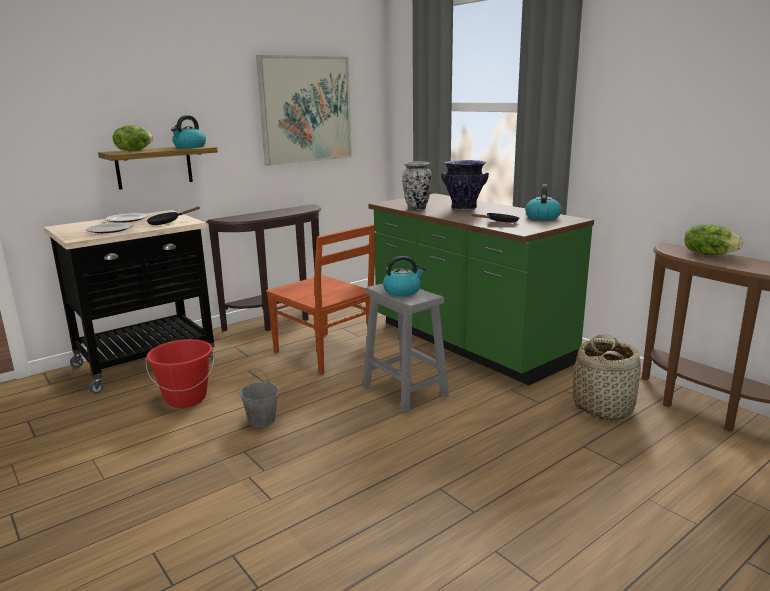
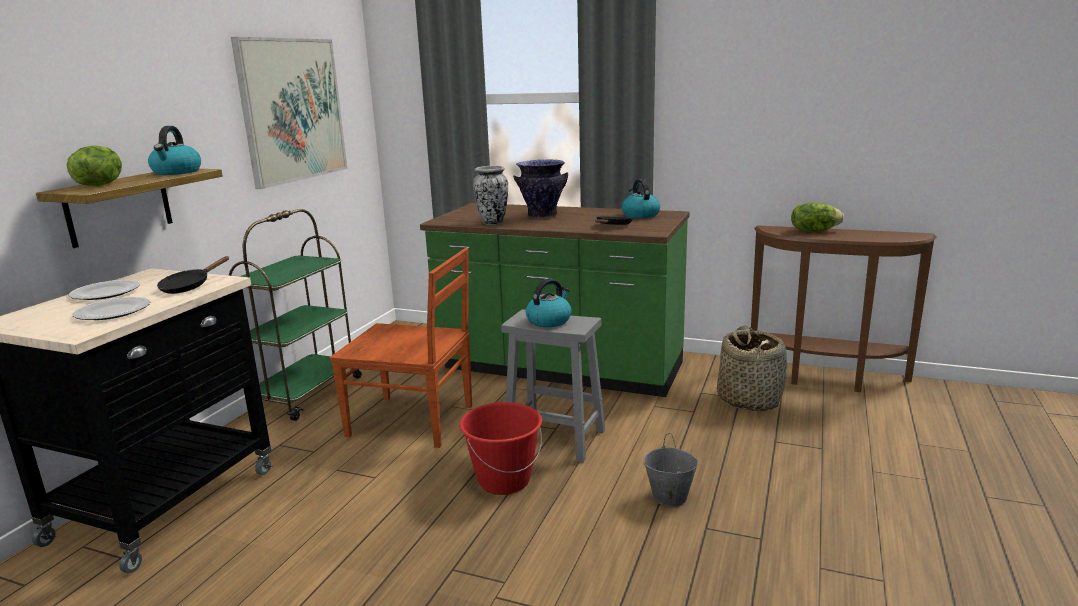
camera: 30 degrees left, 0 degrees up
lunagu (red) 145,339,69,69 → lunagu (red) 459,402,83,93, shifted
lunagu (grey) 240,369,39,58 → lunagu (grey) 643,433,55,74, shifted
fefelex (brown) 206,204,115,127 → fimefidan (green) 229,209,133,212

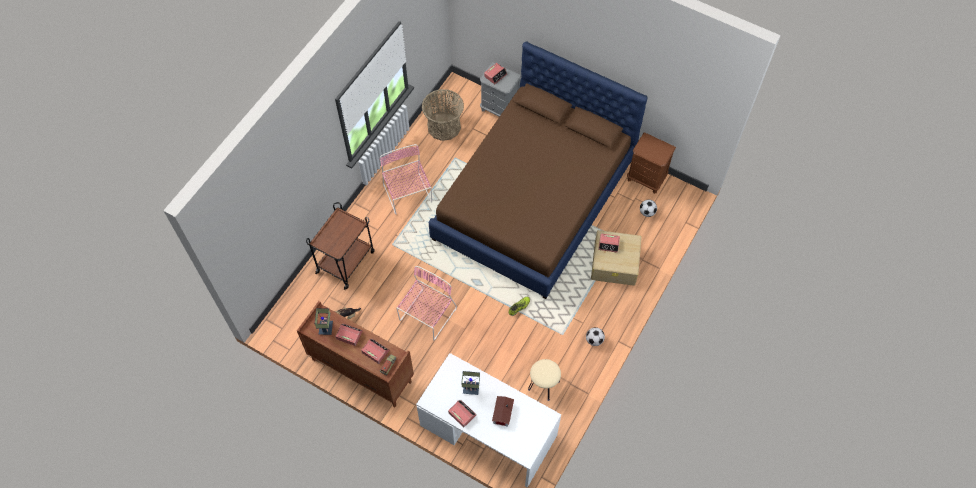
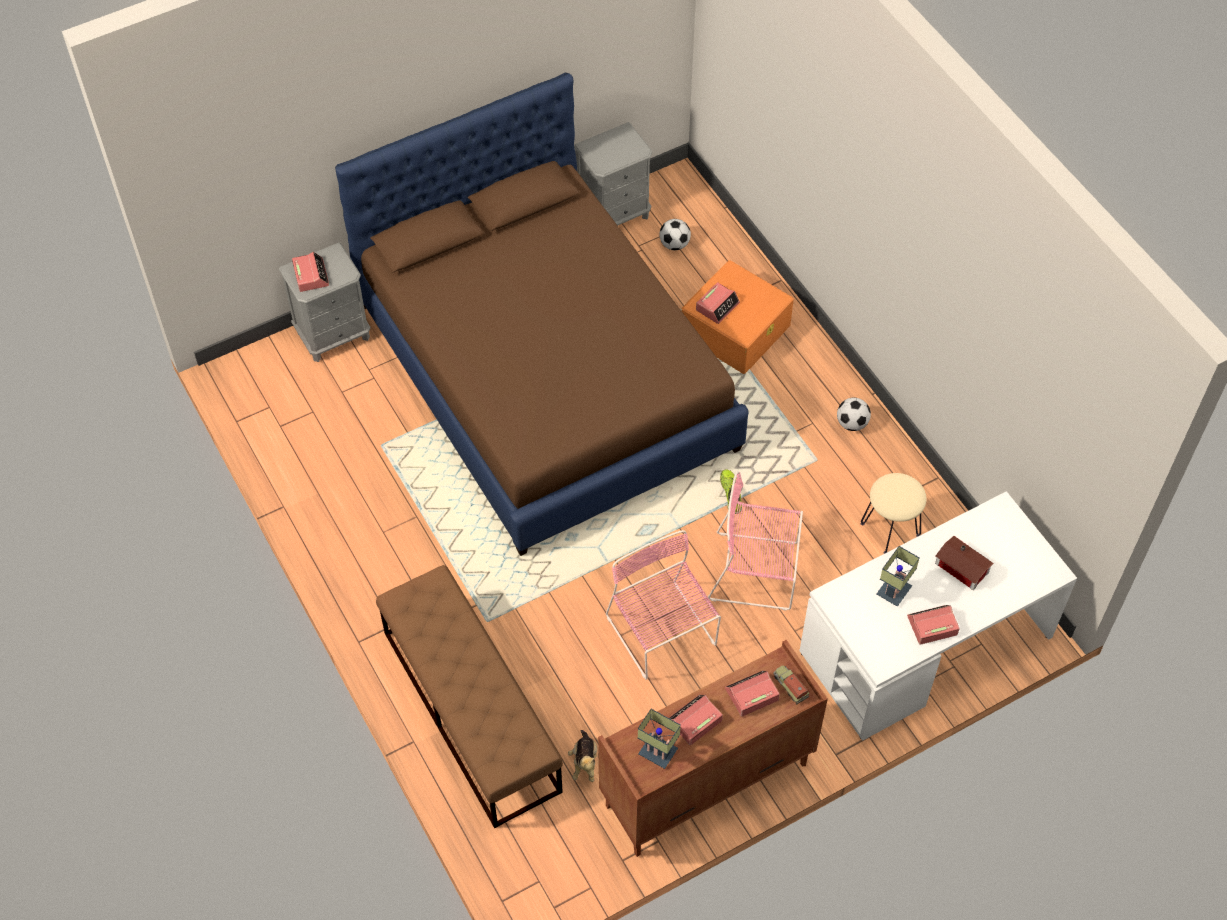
camera: 60 degrees left, 5 degrees down
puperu 422,89,42,52 → -
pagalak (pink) 380,144,52,70 → pagalak (pink) 708,471,95,140, shifted
fimefidan (brown) 306,202,69,88 → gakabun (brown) 376,565,187,263
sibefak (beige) 591,230,51,56 → sibefak (orange) 681,260,113,114
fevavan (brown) 627,133,49,61 → fevavan (grey) 574,122,78,104

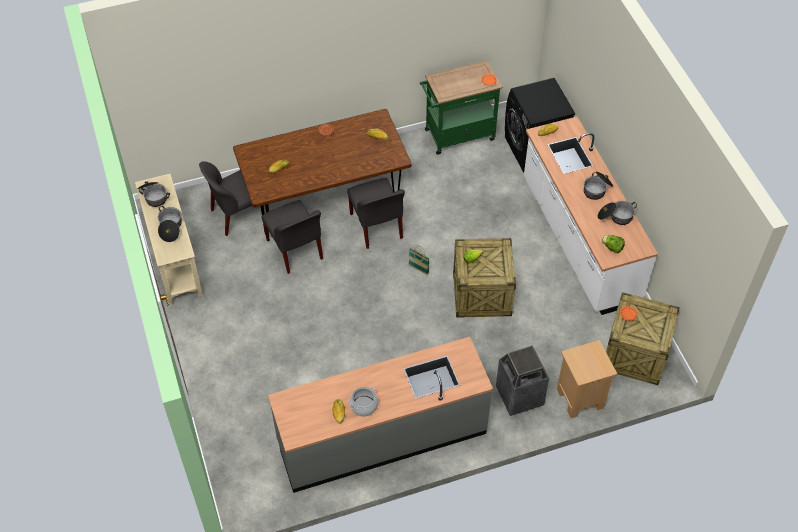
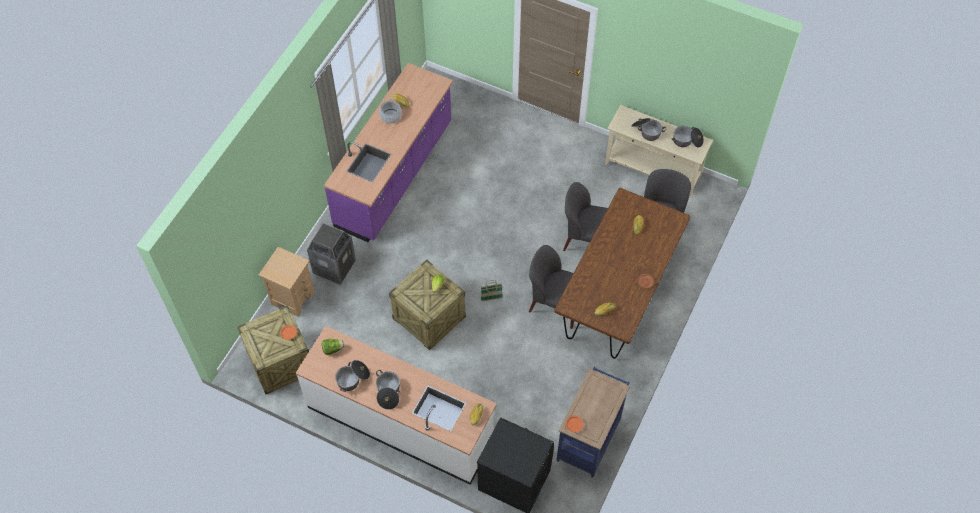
camera: 135 degrees right, 5 degrees up
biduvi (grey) 268,337,225,156 → biduvi (purple) 324,63,129,179
fimefidan (green) 420,60,82,95 → fimefidan (blue) 557,367,73,111

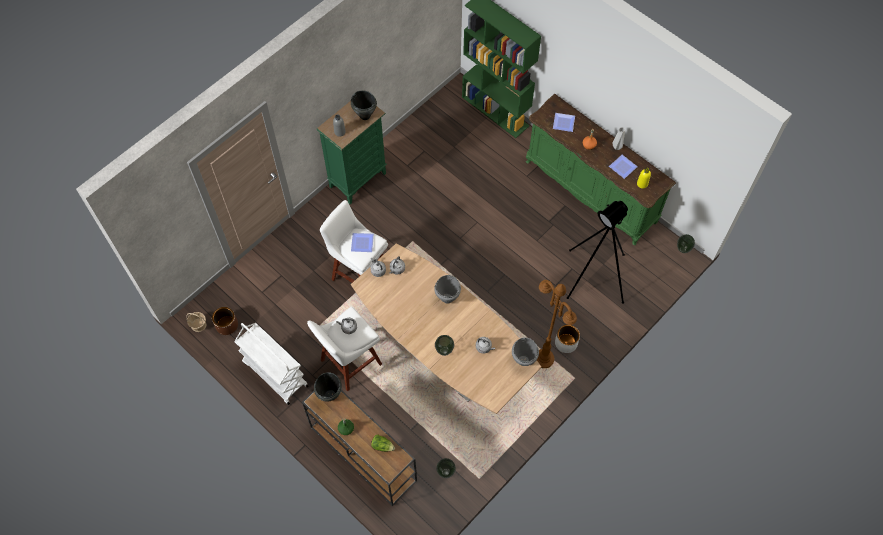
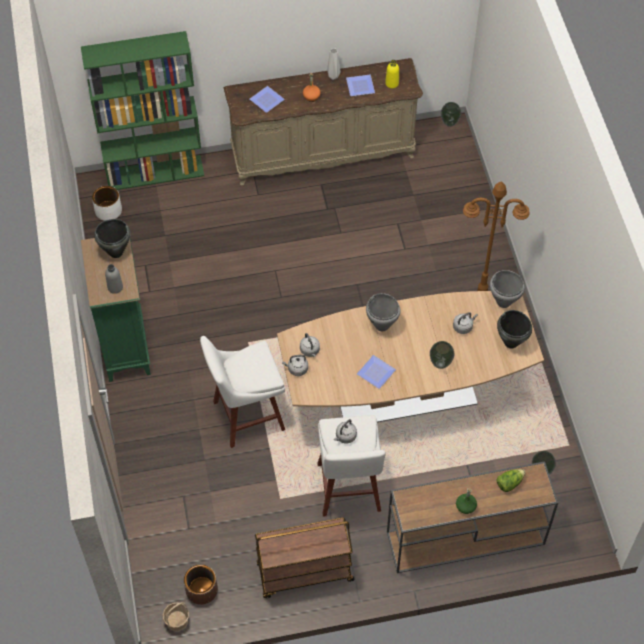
camera: 55 degrees left, 5 degrees down
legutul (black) 567,201,61,103 → -
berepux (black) 314,372,28,30 → berepux (black) 497,310,35,38, shifted
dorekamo 351,233,23,19 → dorekamo 357,355,39,34, shifted
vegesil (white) 555,325,25,28 → vegesil (white) 92,186,30,35, shifted
fimefidan (white) 234,323,75,82 → fimefidan (brown) 255,517,100,81
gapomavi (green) 526,94,150,151 → gapomavi (beige) 224,58,199,127

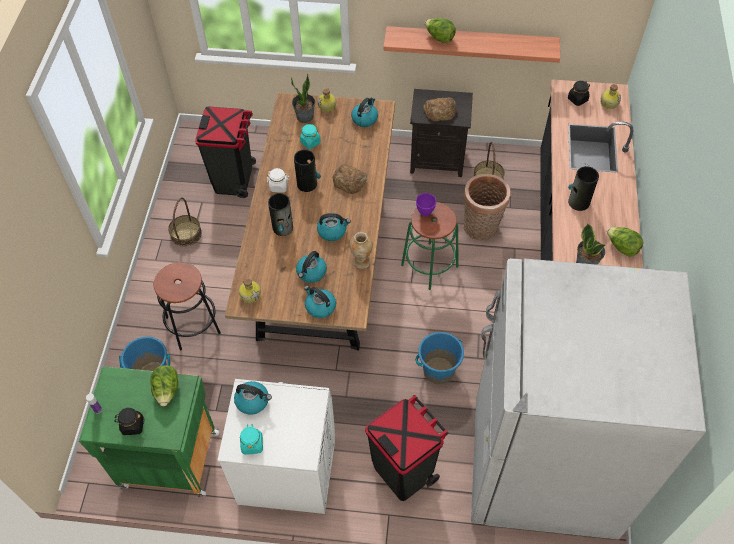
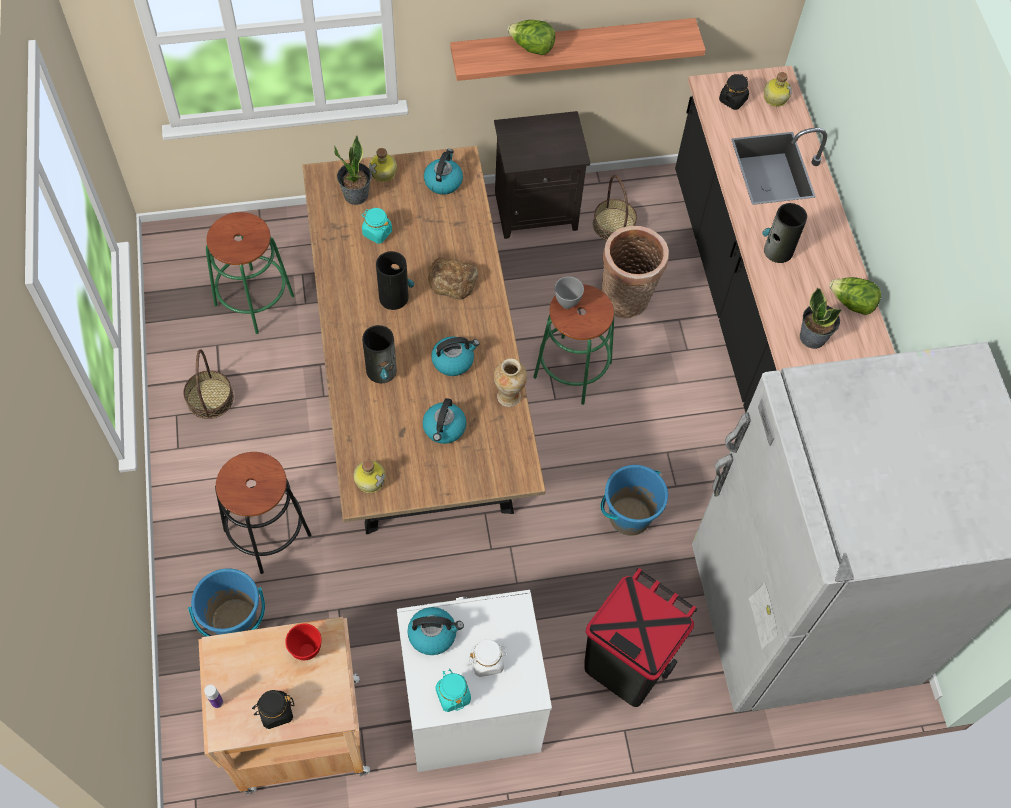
camera: 20 degrees left, 5 degrees up
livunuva 304,286,32,32 → -
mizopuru 423,97,33,24 → -
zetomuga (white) 267,168,22,24 → zetomuga (white) 468,639,40,38, shifted
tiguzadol 150,365,28,41 → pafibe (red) 285,623,36,37
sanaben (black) 195,106,61,92 → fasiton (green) 206,212,88,122
fimefidan (green) 79,366,141,131 → fimefidan (brown) 198,617,172,178
pafibe (purple) 416,193,21,23 → pafibe (grey) 555,276,29,33

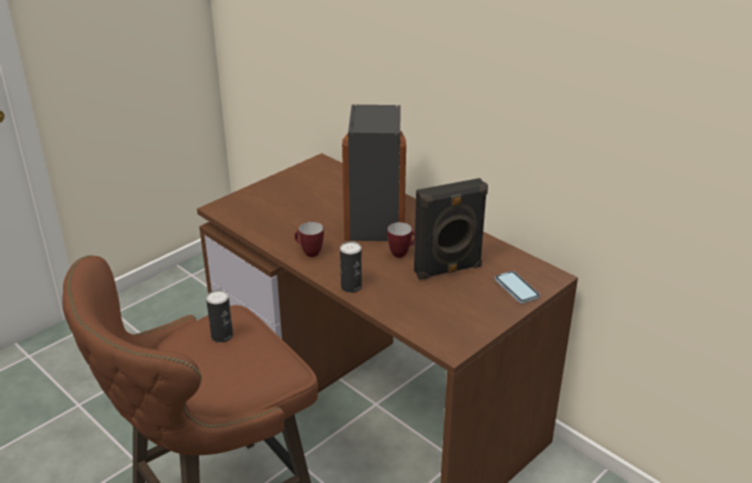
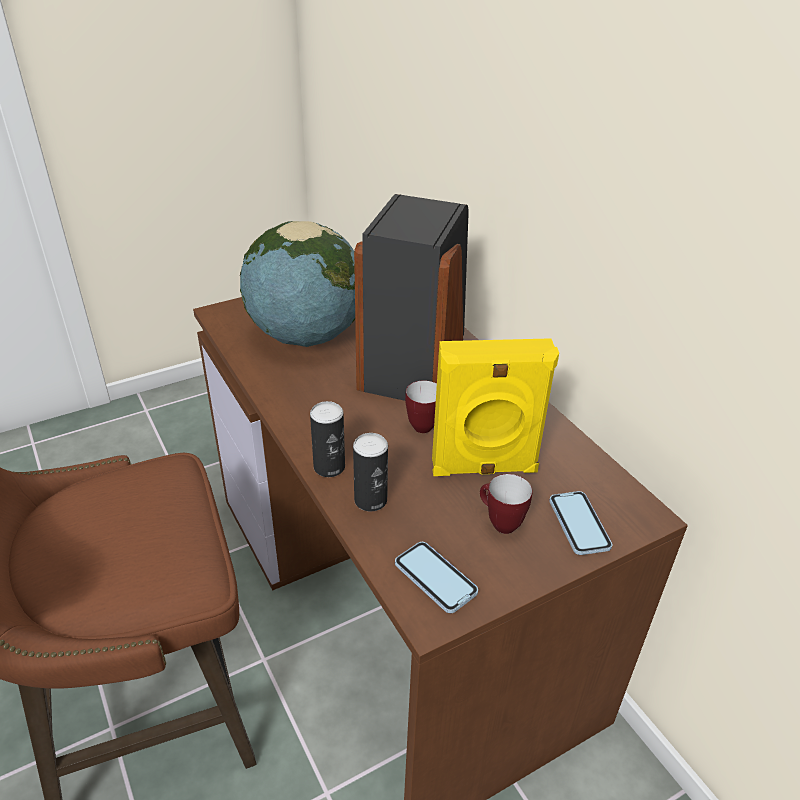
camera: 15 degrees right, 5 degrees up
- → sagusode 240,221,115,126
- → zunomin 395,542,83,71
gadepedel 206,290,27,52 → gadepedel 353,433,35,78, shifted
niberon 294,222,30,35 → niberon 480,474,52,60, shifted
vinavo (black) 414,178,74,102 → vinavo (yellow) 432,338,127,138

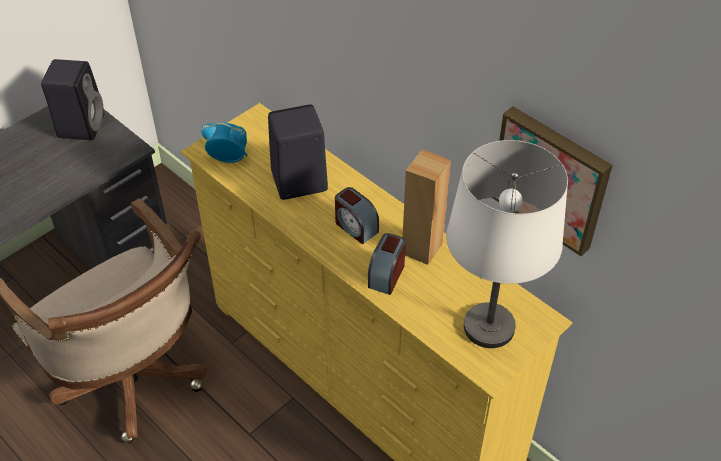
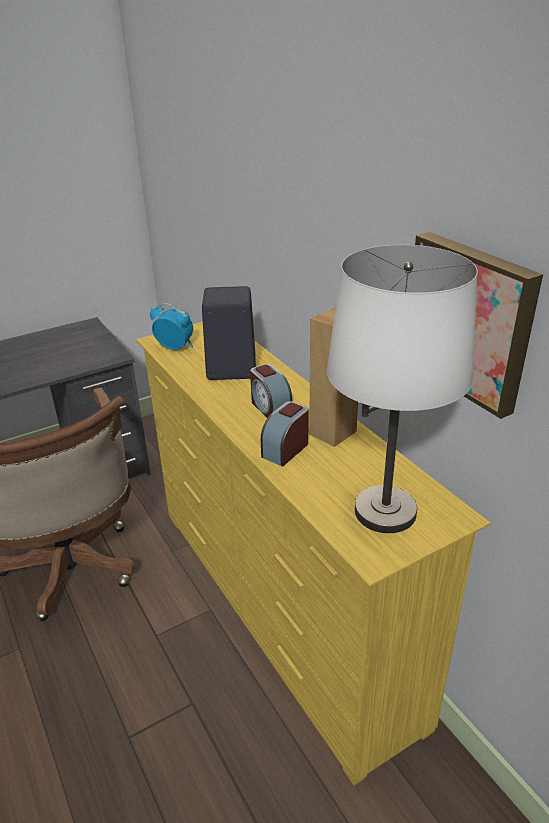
camera: 15 degrees right, 15 degrees down
vinavo (black) 41,59,64,81 → -

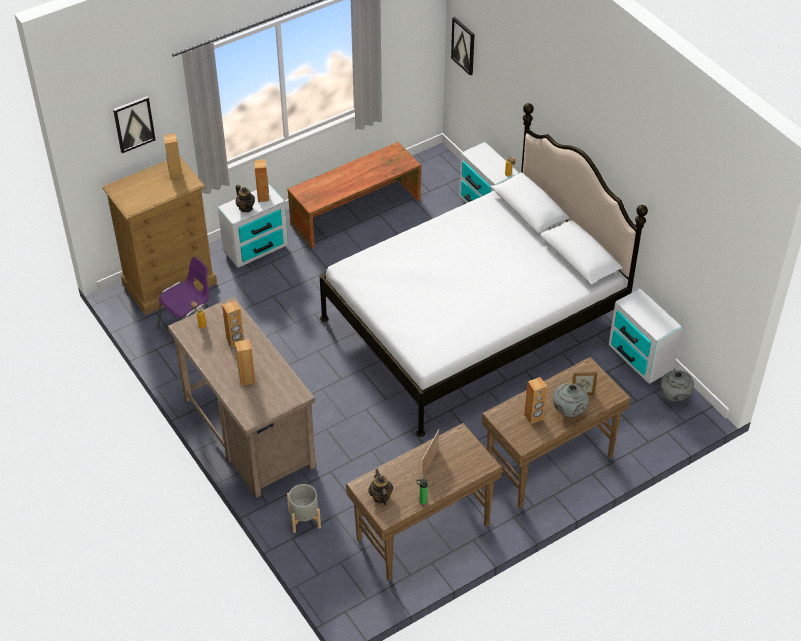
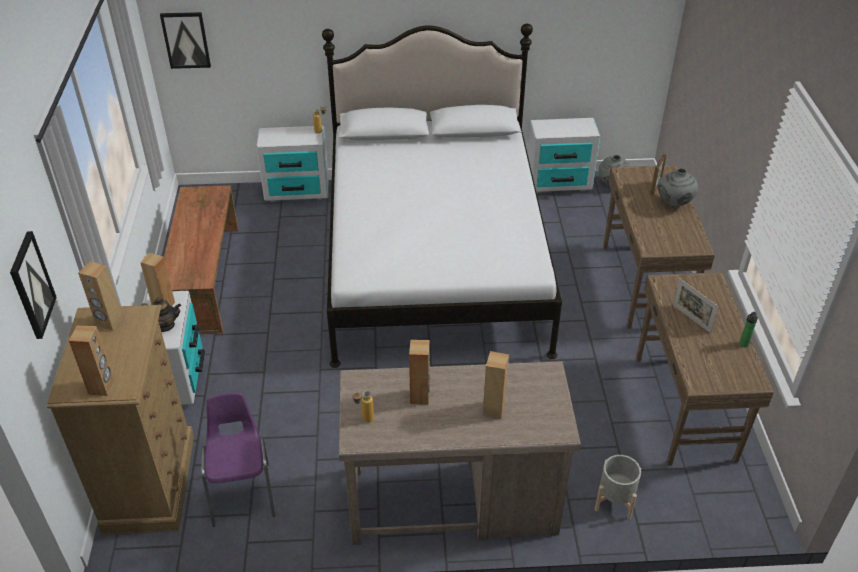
camera: 60 degrees left, 5 degrees down
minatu 368,469,25,36 → -
vinavo (brown) 524,377,23,47 → vinavo (brown) 69,326,46,70, shifted

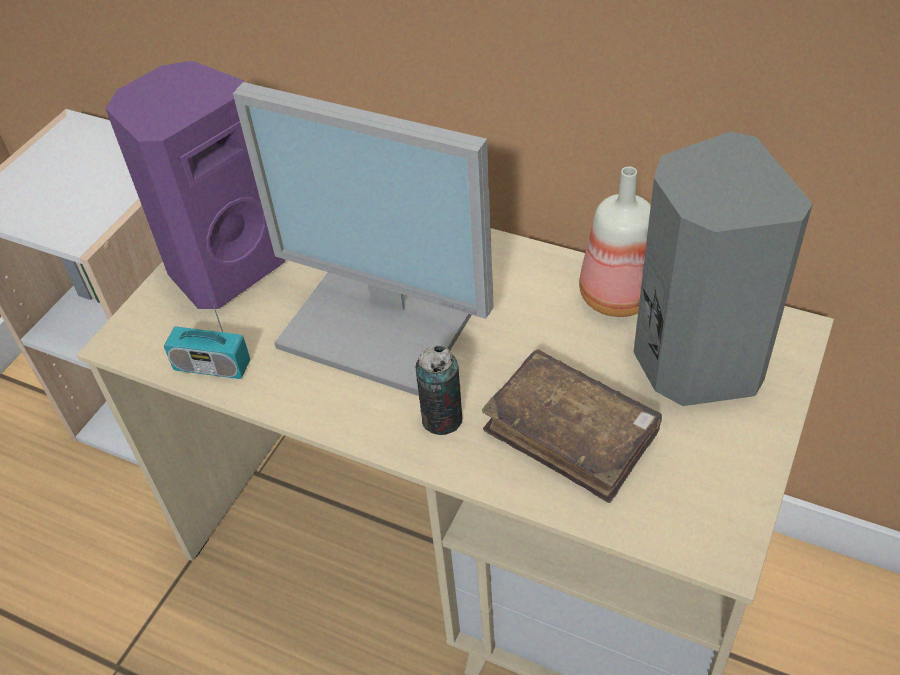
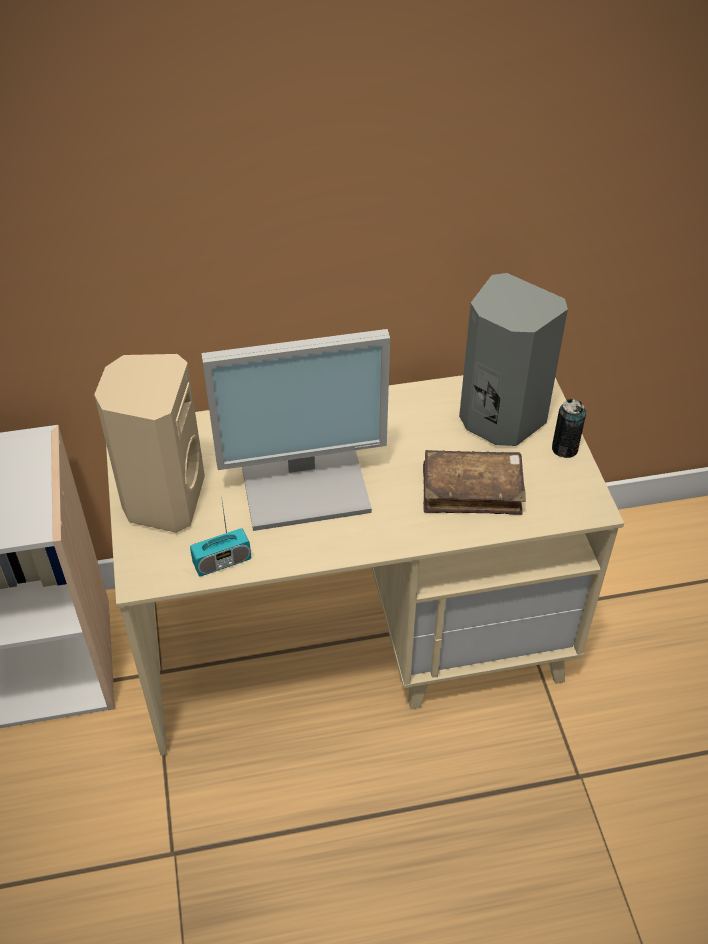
camera: 40 degrees left, 0 degrees up
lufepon 579,167,72,150 → -
gadepedel 416,346,46,89 → gadepedel 552,398,34,60, shifted
vinavo (purple) 105,61,180,248 → vinavo (beige) 94,354,111,179

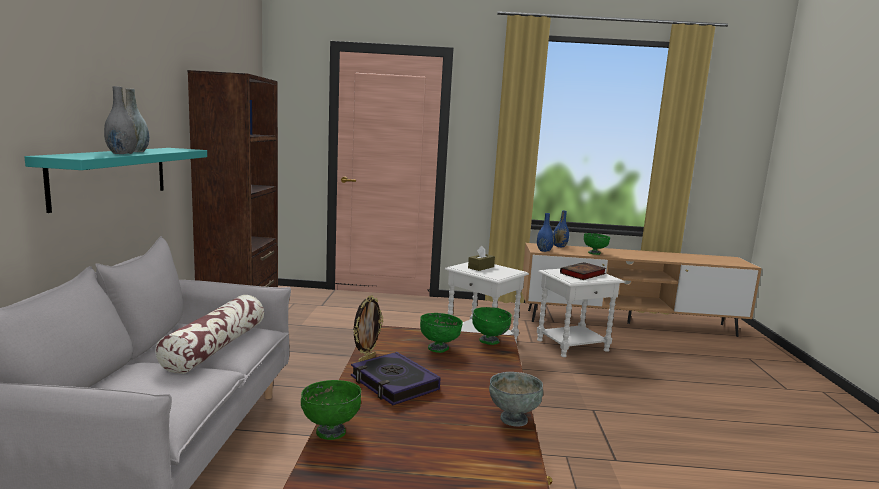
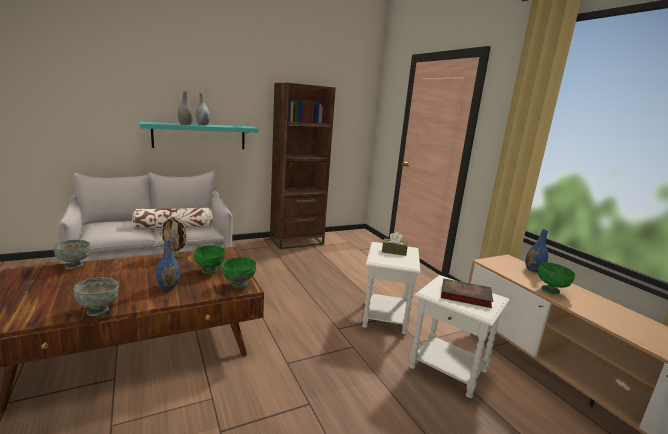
camera: 60 degrees right, 5 degrees up
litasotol 351,352,90,53 → -
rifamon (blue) 537,213,17,39 → rifamon (blue) 156,239,25,51, shifted
pafibe (green) 301,380,60,60 → pafibe (grey) 54,240,37,29

